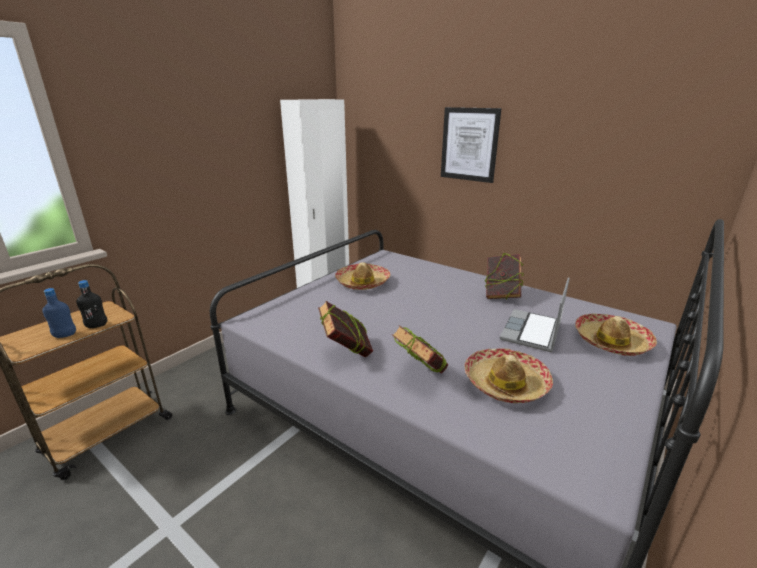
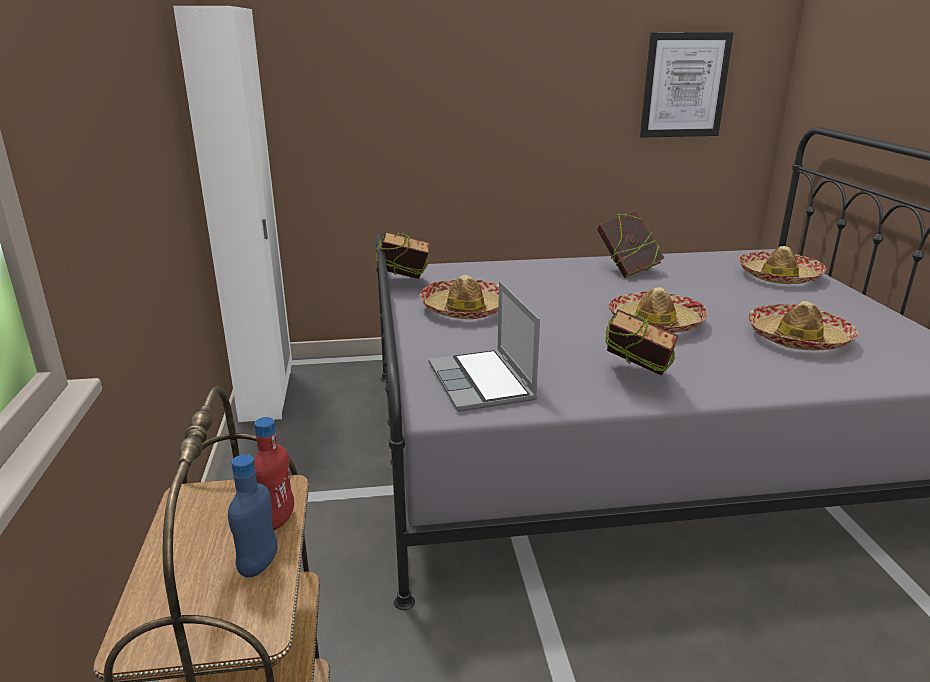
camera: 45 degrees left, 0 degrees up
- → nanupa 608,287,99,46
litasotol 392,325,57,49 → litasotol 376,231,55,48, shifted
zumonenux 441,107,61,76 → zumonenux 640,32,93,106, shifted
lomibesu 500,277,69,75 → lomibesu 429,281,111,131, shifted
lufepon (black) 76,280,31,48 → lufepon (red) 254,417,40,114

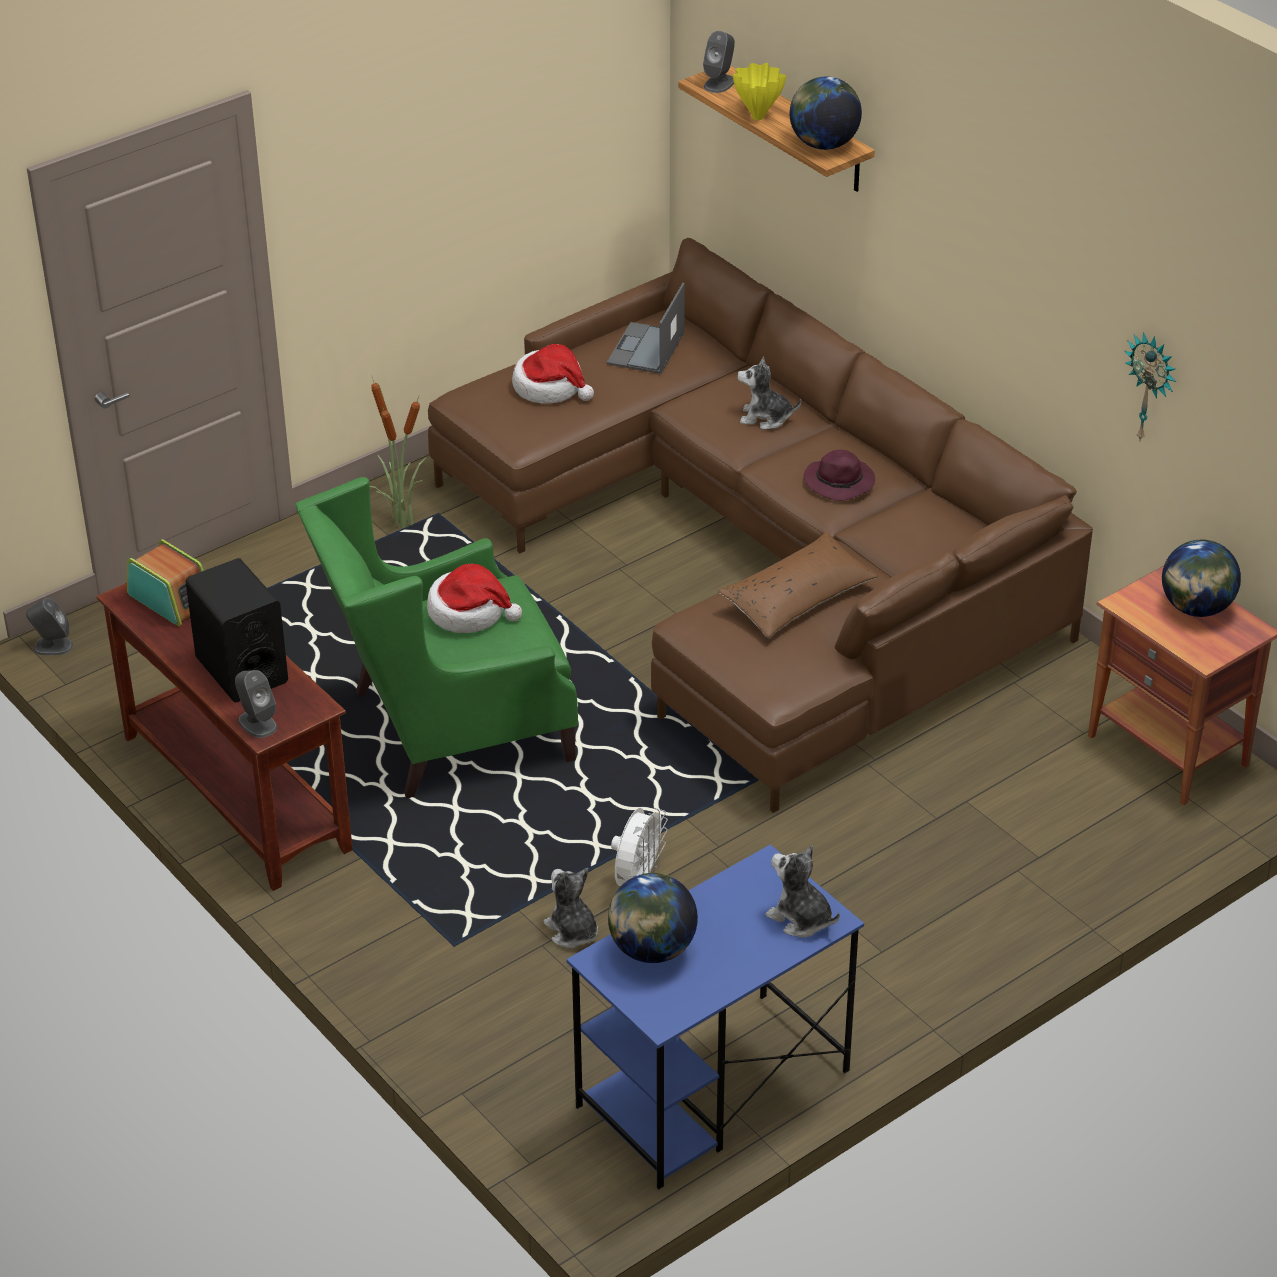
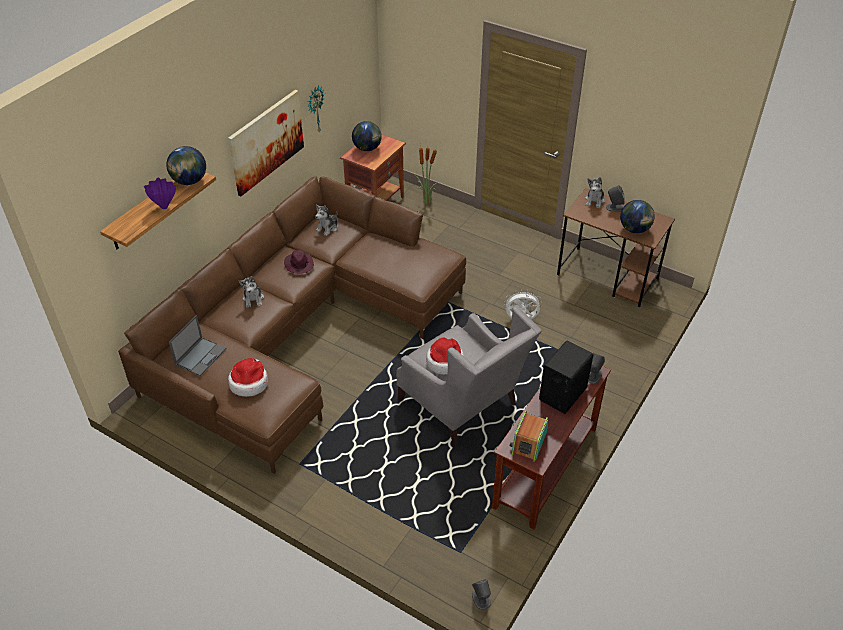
camera: 110 degrees left, 5 degrees up
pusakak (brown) 717,531,162,107 → -
- → zumonenux 228,90,76,106
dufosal 370,377,57,152 → dufosal 415,147,22,57, shifted
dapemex 543,868,55,80 → dapemex 315,205,23,31, shifted
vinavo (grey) 703,31,32,62 → vinavo (grey) 606,185,19,27, shifted
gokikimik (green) 295,477,283,321 → gokikimik (grey) 397,306,145,141
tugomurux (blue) 566,844,298,346 → tugomurux (brown) 557,188,118,119
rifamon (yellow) 733,63,53,57 → rifamon (purple) 144,178,32,31
lomibesu 607,283,78,91 → lomibesu 169,315,58,61, 60 degrees counterclockwise

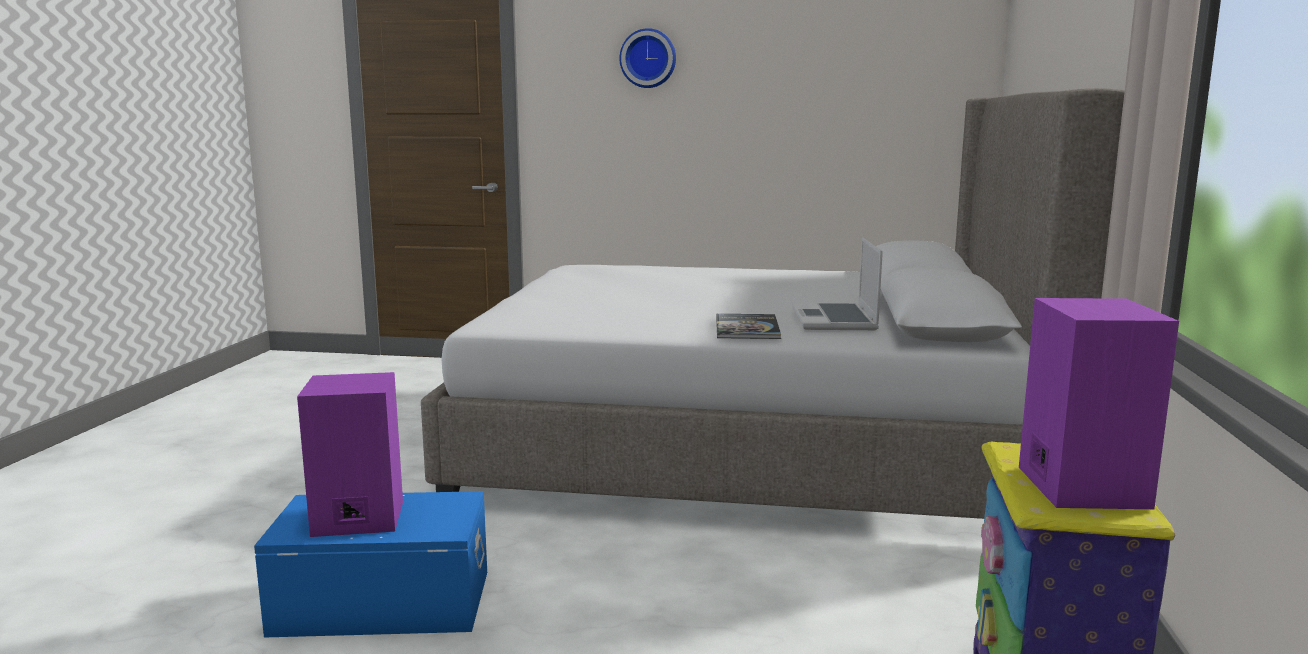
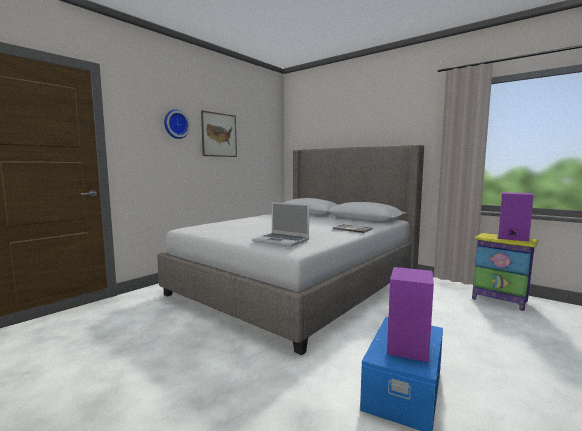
camera: 60 degrees left, 5 degrees down
- → zumonenux 201,110,36,47
lomibesu 792,237,91,93 → lomibesu 253,202,56,45, shifted

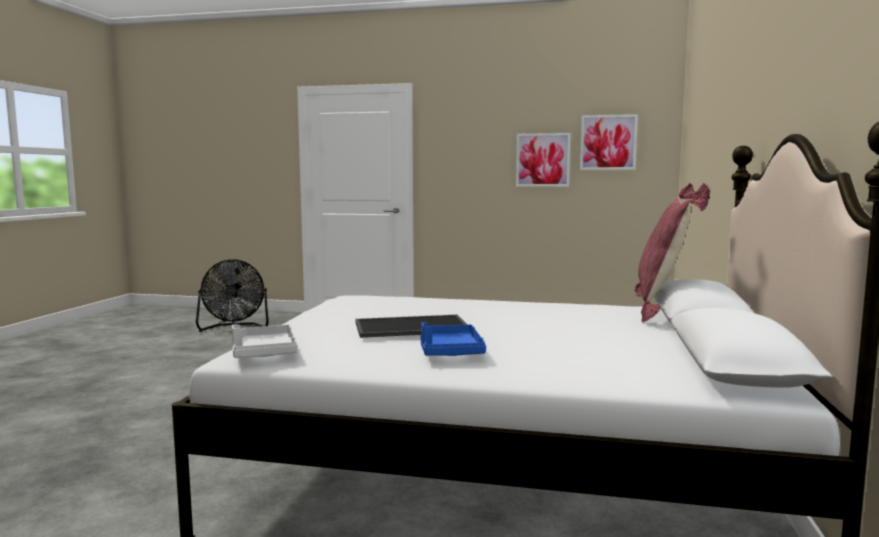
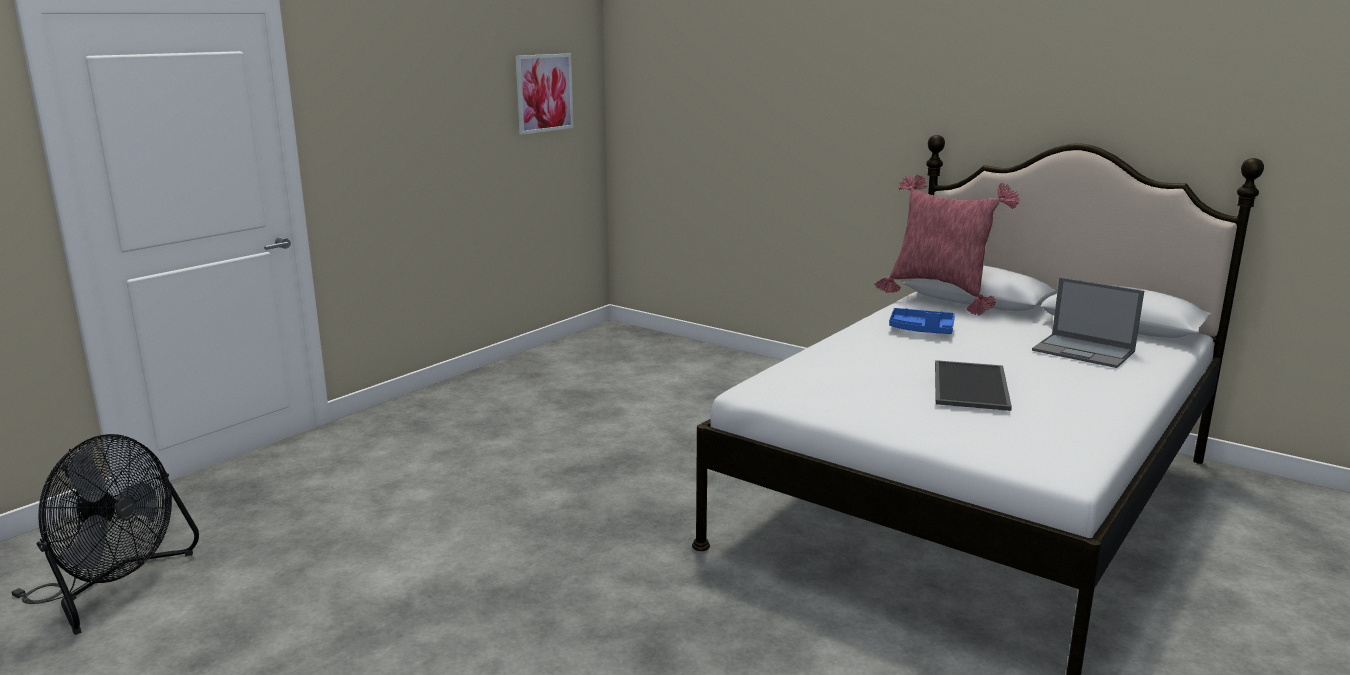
camera: 65 degrees left, 10 degrees up
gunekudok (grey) 232,324,66,34 → -
zumonenux 516,133,55,54 → -
- → lomibesu 1032,278,112,90
gunekudok (blue) 421,322,65,34 → gunekudok (blue) 889,308,66,26, shifted

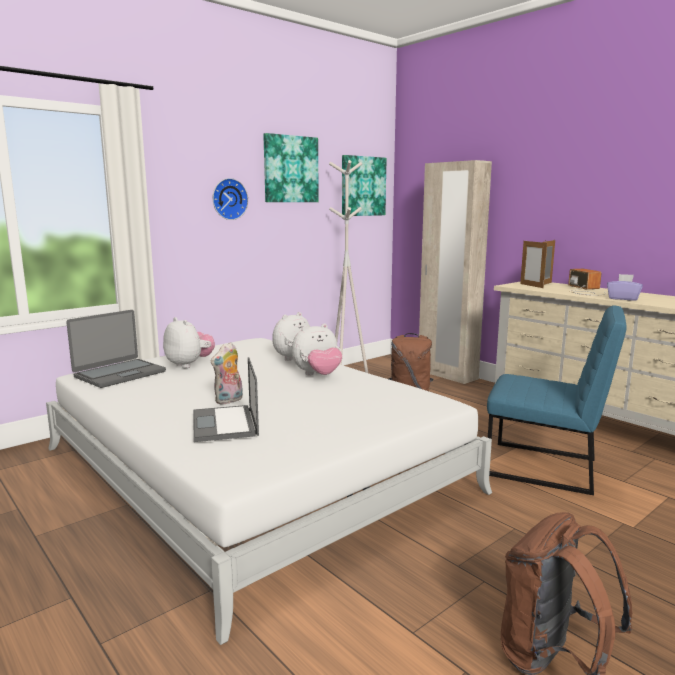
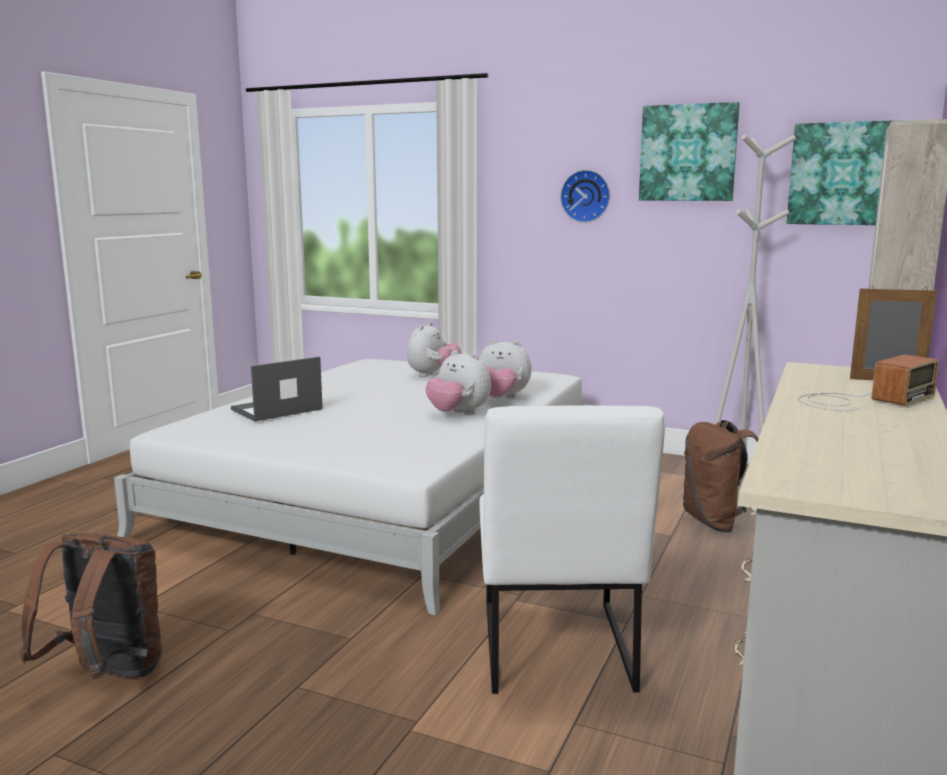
camera: 65 degrees right, 0 degrees up
lomibesu 66,310,100,78 → -
dapemex 210,342,33,63 → -
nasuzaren 520,241,27,47 → -
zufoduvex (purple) 607,274,36,27 → -
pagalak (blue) 487,305,140,190 → pagalak (white) 479,405,186,289

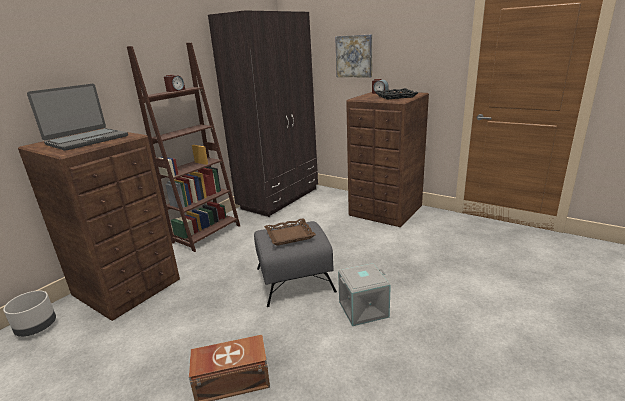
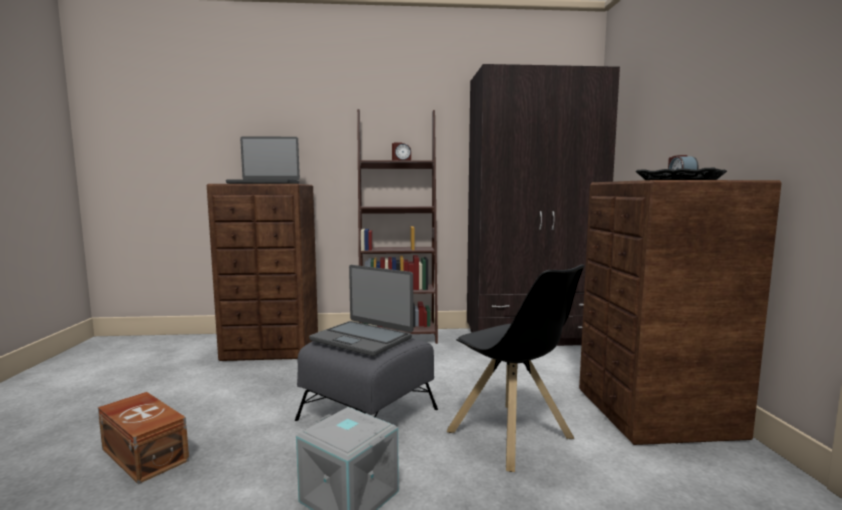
camera: 50 degrees right, 15 degrees down
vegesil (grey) 3,290,53,47 → -
zumonenux 335,34,37,44 → -
- → pagalak (black) 447,264,138,208
gunekudok (brown) 264,218,52,28 → lomibesu 309,265,104,91

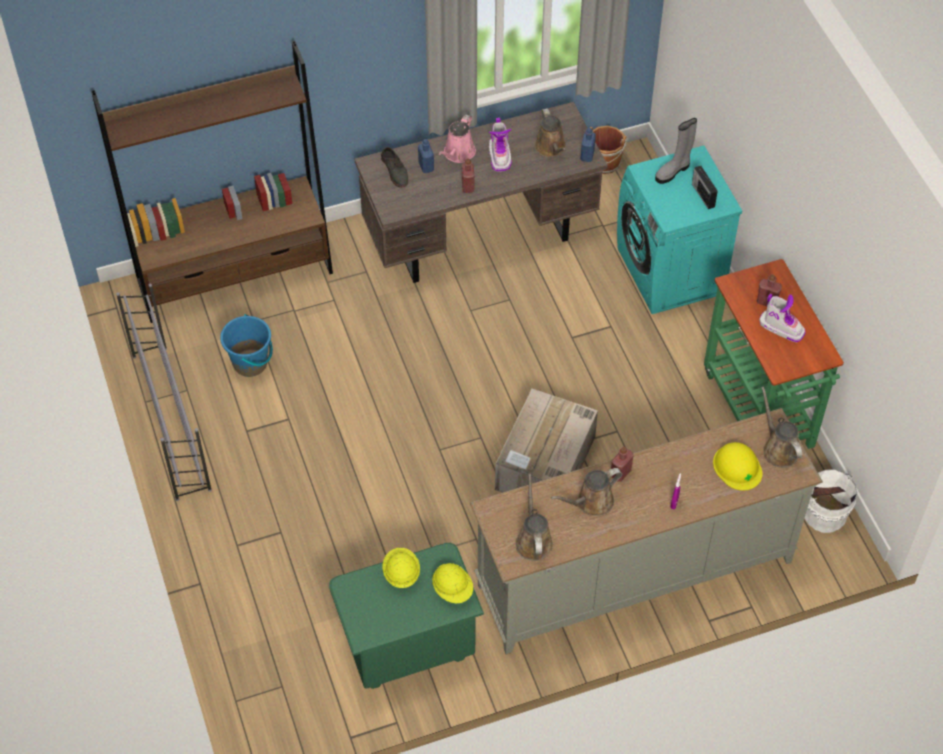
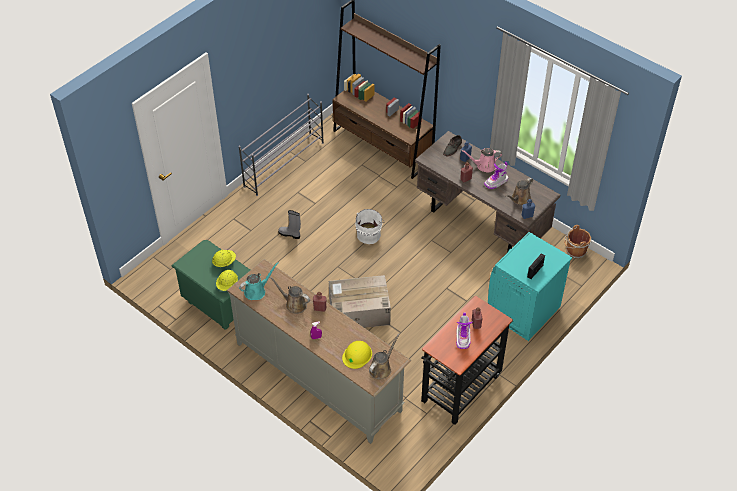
camera: 60 degrees right, 5 degrees down
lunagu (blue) 220,314,53,63 → -
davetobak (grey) 655,118,42,66 → davetobak (grey) 278,210,23,29, shifted
lunagu (white) 805,469,52,64 → lunagu (white) 355,209,30,35, shifted
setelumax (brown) 515,473,38,88 → setelumax (turquoise) 239,262,40,38
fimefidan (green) 704,259,140,190 → fimefidan (black) 421,296,92,129

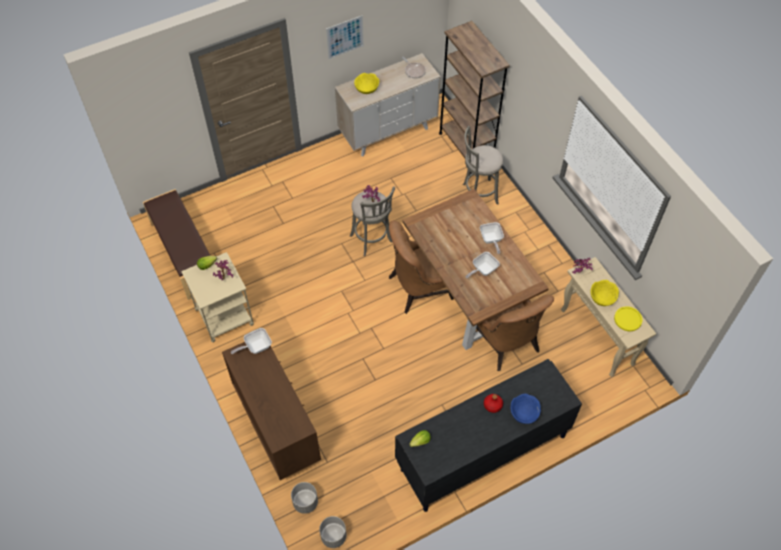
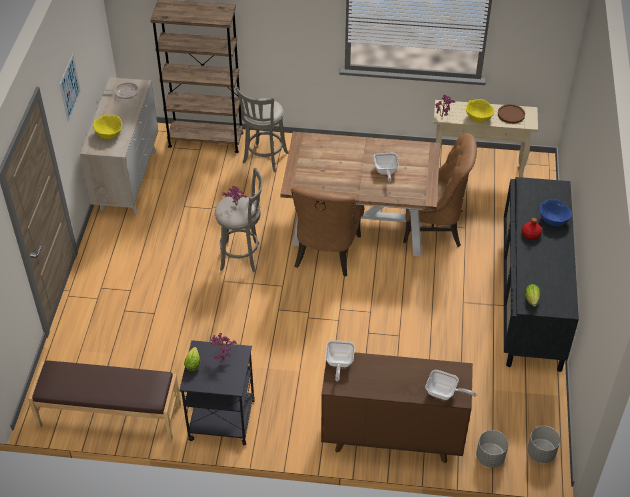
camera: 55 degrees left, 10 degrees down
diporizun 480,222,24,32 → diporizun 425,370,52,30, shifted
fimefidan (beige) 181,252,73,91 → fimefidan (black) 179,340,76,105
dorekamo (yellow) 614,306,28,25 → dorekamo (brown) 498,104,27,20

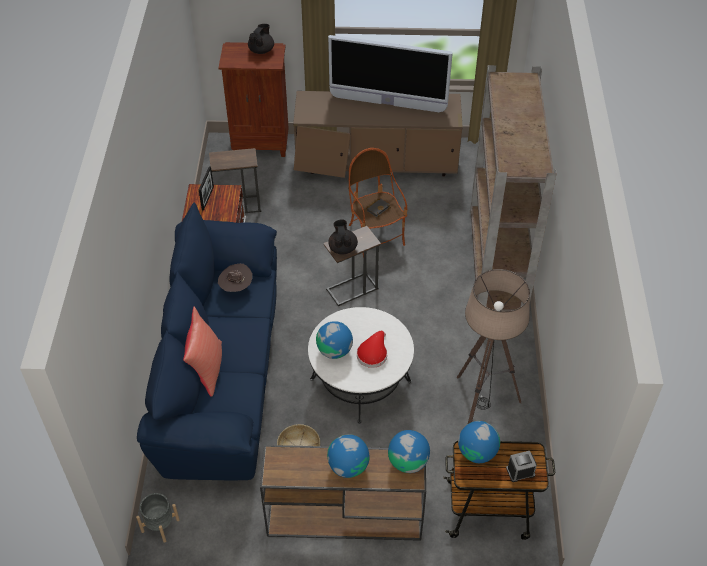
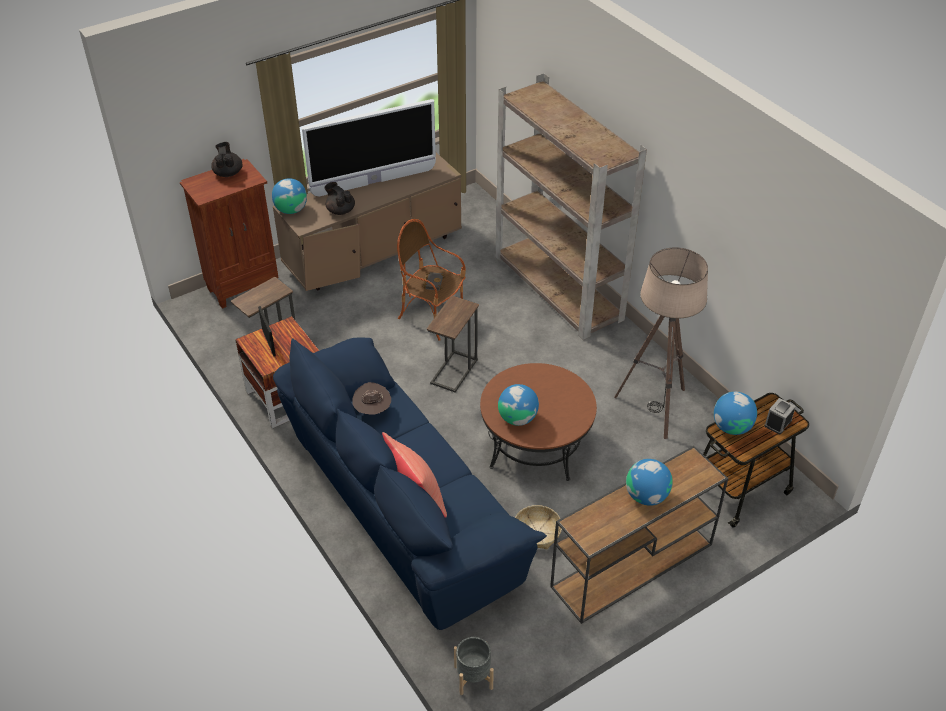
camera: 35 degrees left, 5 degrees down
nanupa (red) 357,331,30,37 → -
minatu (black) 328,219,30,35 → minatu (black) 324,182,31,33, shifted
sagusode 388,430,42,43 → sagusode 272,178,35,36, shifted
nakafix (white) 308,307,106,116 → nakafix (brown) 480,363,117,118

